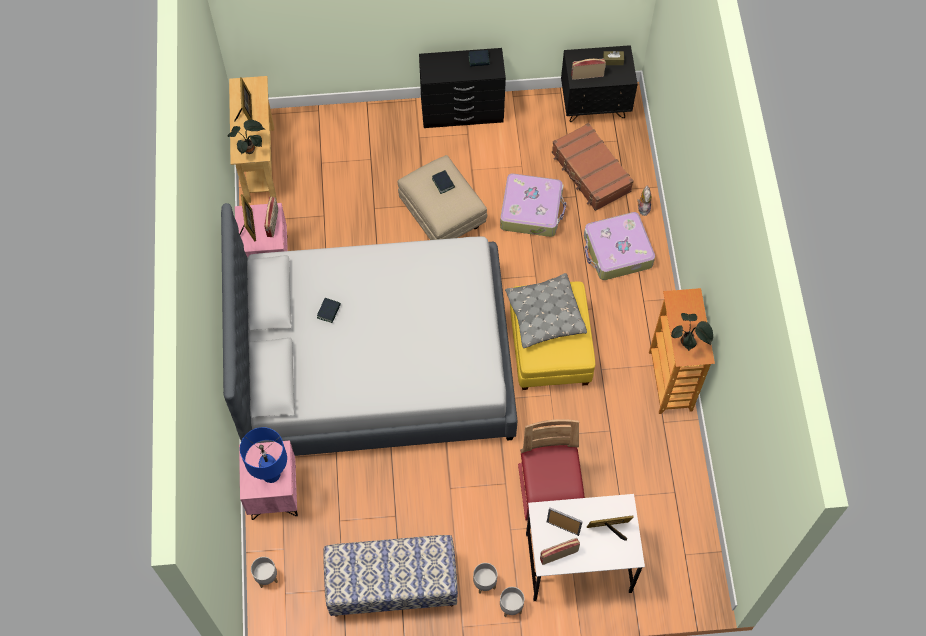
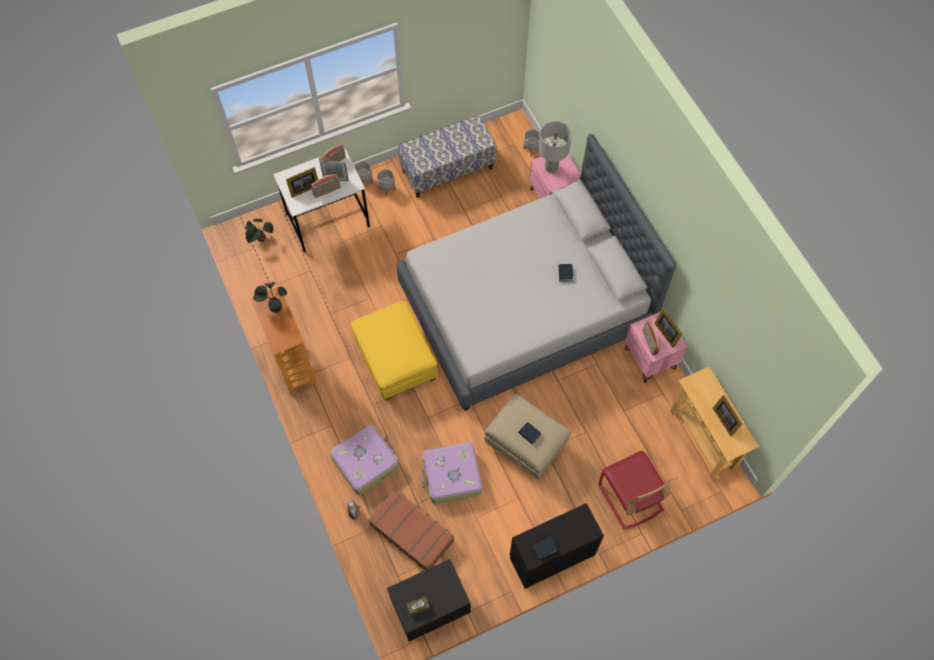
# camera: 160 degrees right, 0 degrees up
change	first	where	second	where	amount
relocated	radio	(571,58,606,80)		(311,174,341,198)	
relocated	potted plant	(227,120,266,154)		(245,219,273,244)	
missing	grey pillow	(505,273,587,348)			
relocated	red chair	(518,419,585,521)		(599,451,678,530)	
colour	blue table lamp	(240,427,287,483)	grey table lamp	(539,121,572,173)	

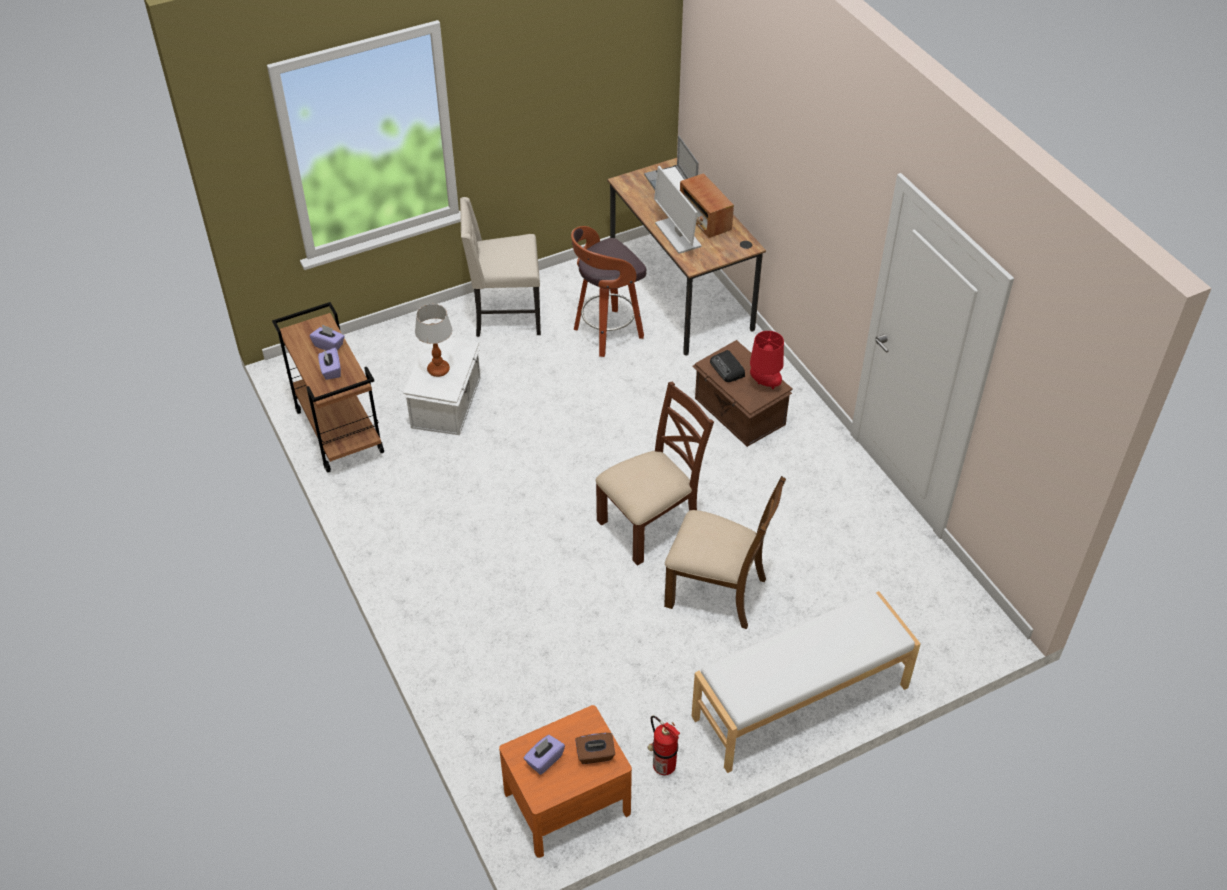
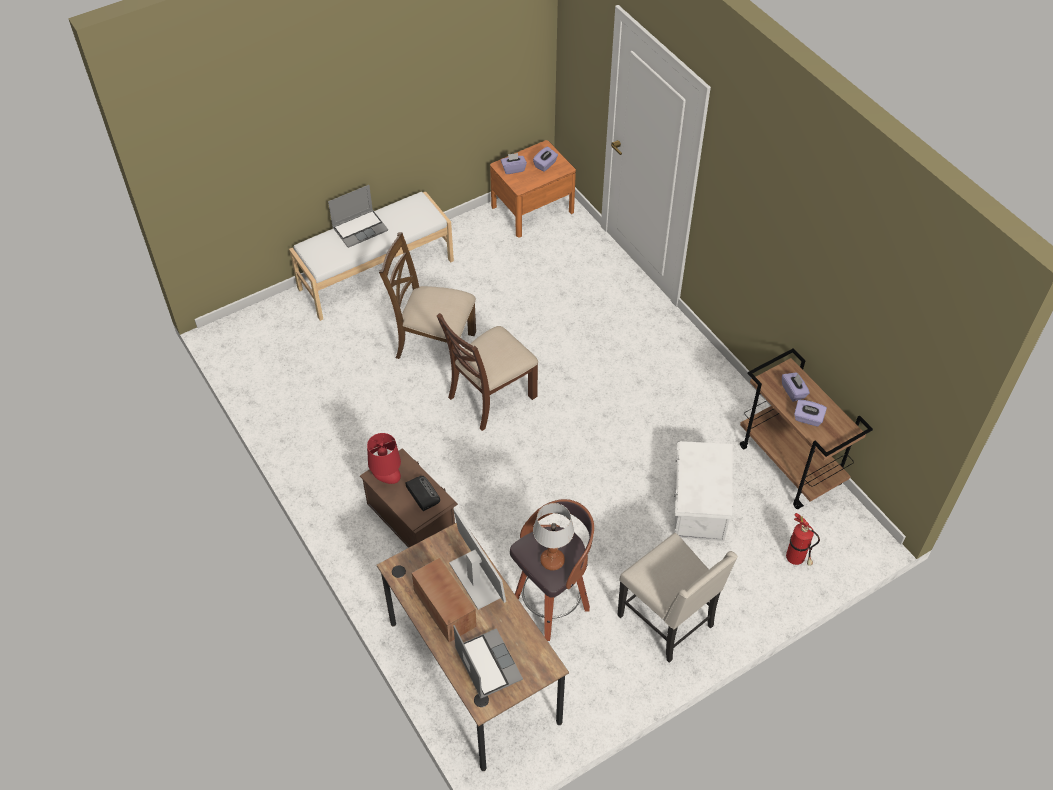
# camera: 175 degrees right, 5 degrees up
change	first	where	second	where	amount
spun	beige chair	(460,197,541,337)		(617,533,738,663)	60 degrees clockwise
relocated	table lamp	(415,304,453,377)		(533,503,574,570)	
relocated	fire extinguisher	(648,716,680,775)		(786,513,820,566)	
colour	brown tissue box	(575,733,615,764)	purple tissue box	(501,153,527,174)	
appeared			laptop	(328,185,388,248)	

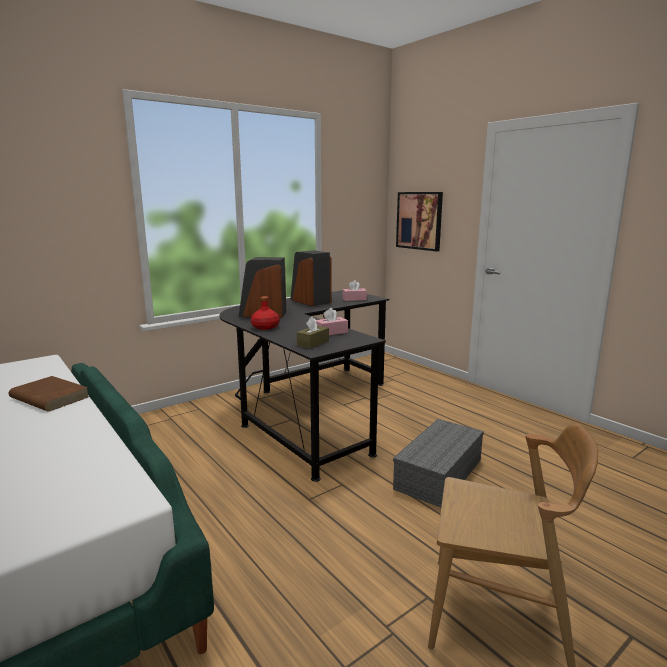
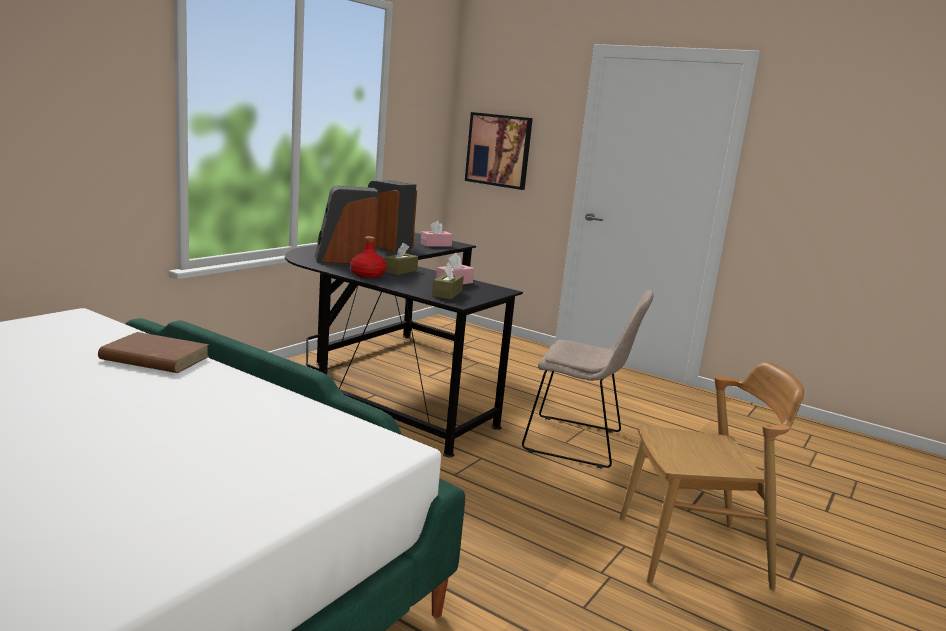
# camera: 20 degrees left, 0 degrees up
change	first	where	second	where	amount
exchanged	grey storage box	(393,419,484,507)	beige chair	(522,290,653,469)	
appeared			brown tissue box	(384,243,418,275)	

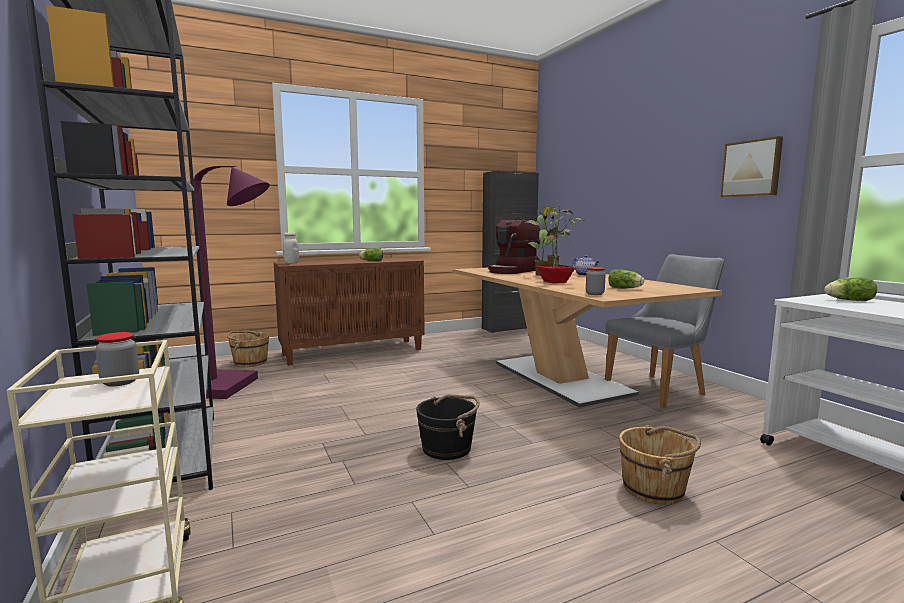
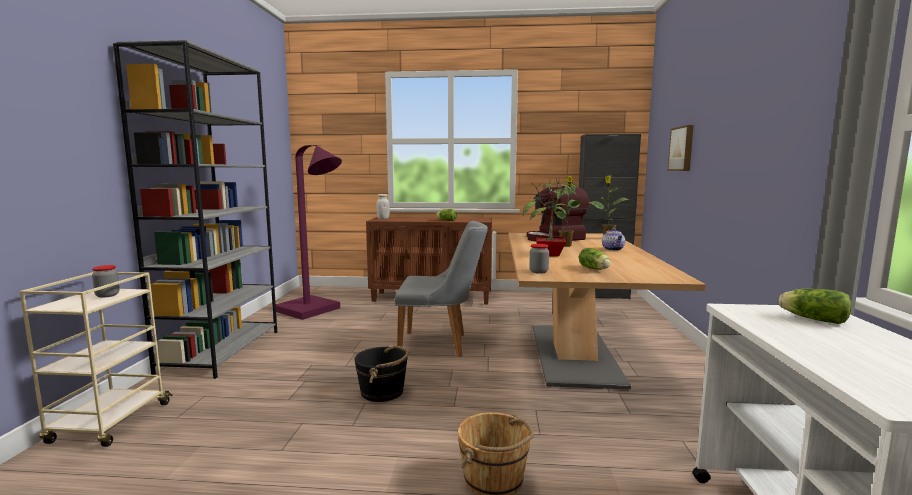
# camera: 30 degrees right, 0 degrees up
change	first	where	second	where	amount
relocated	picture	(721,136,783,197)		(668,125,694,171)	
relocated	grey chair	(605,254,724,408)		(395,221,488,357)	
missing	brown bucket	(227,331,269,367)			

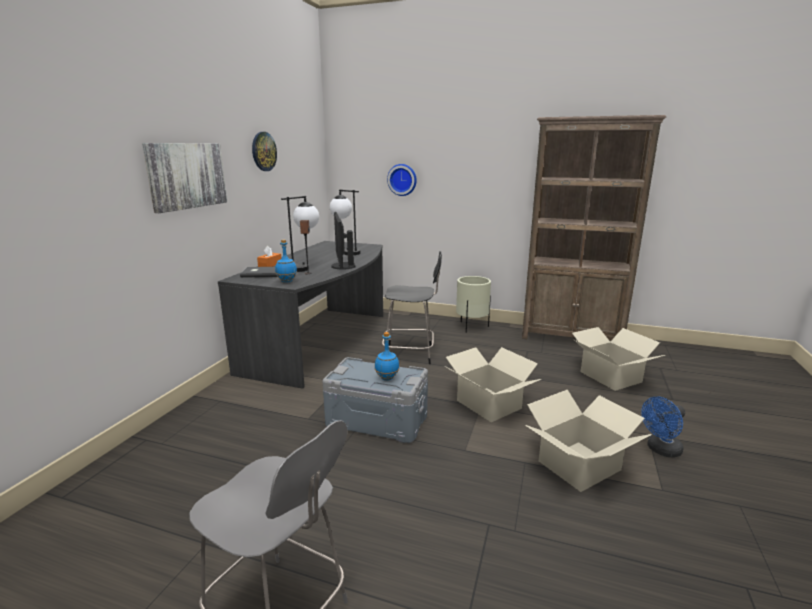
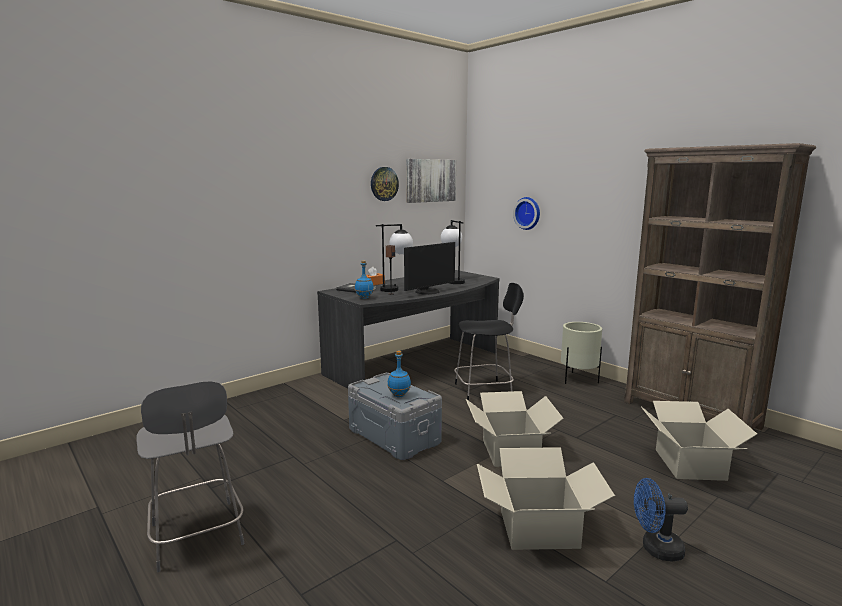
# camera: 30 degrees right, 5 degrees down
change	first	where	second	where	amount
relocated	picture	(142,143,227,213)		(406,159,456,203)	
spun	monitor	(331,212,355,270)		(404,242,455,295)	150 degrees counterclockwise
spun	black chair	(382,251,442,364)		(454,283,524,401)	45 degrees counterclockwise

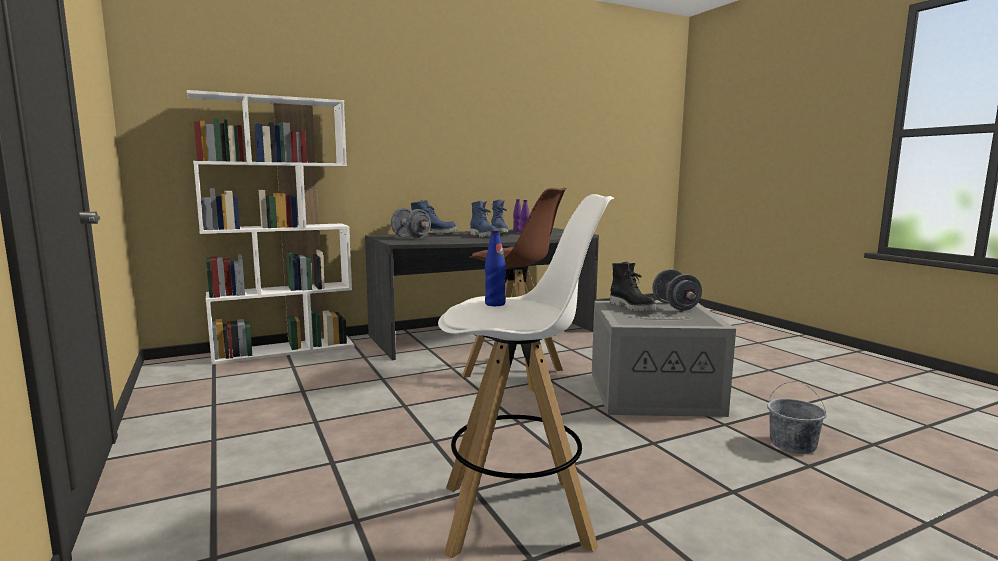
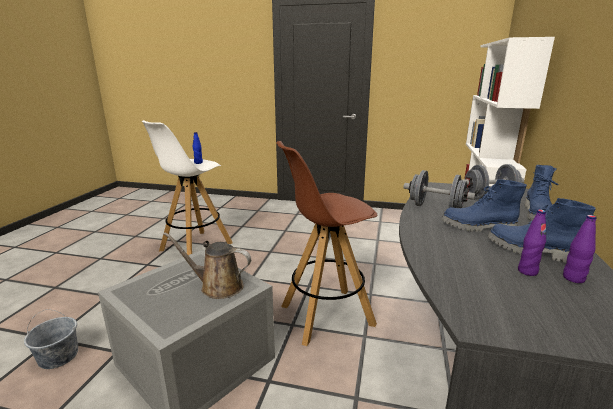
# camera: 130 degrees right, 10 degrees up
change	first	where	second	where	amount
exchanged	black boot	(610,262,656,312)	brown watering can	(164,232,251,299)	
relocated	grey dumbbell	(652,269,702,311)		(403,170,475,208)	

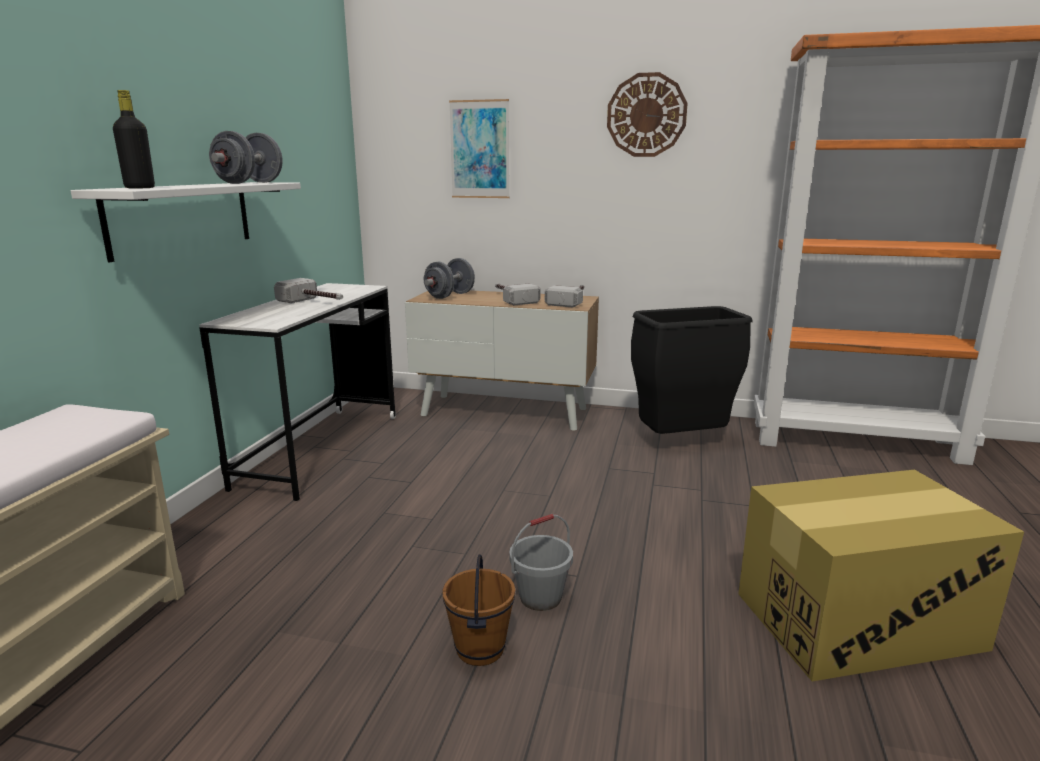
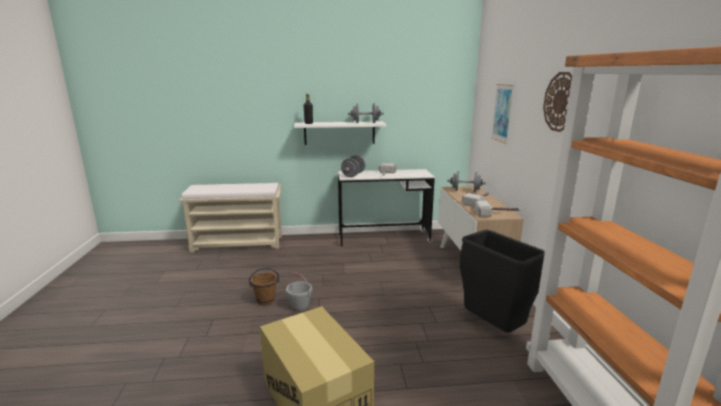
# camera: 70 degrees right, 0 degrees up
change	first	where	second	where	amount
appeared			grey dumbbell	(341,155,365,177)	

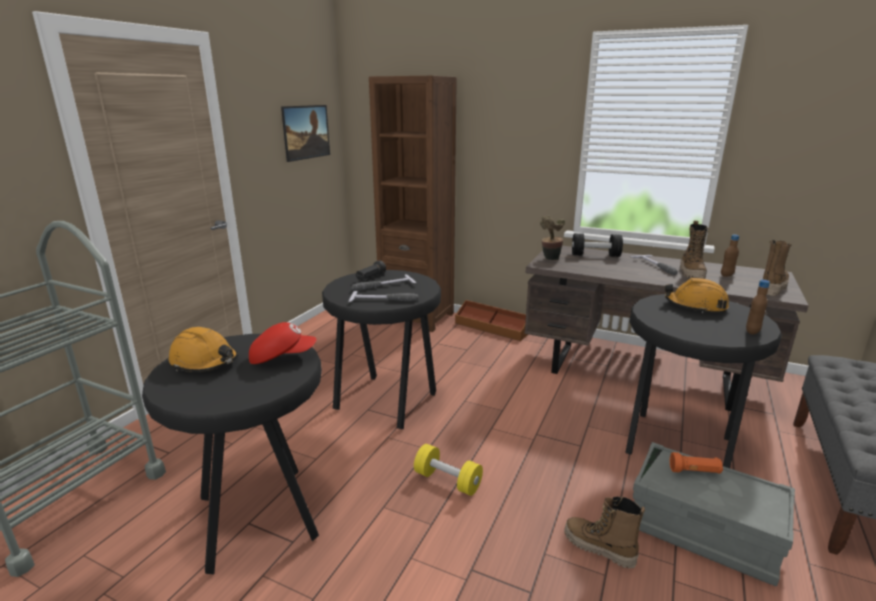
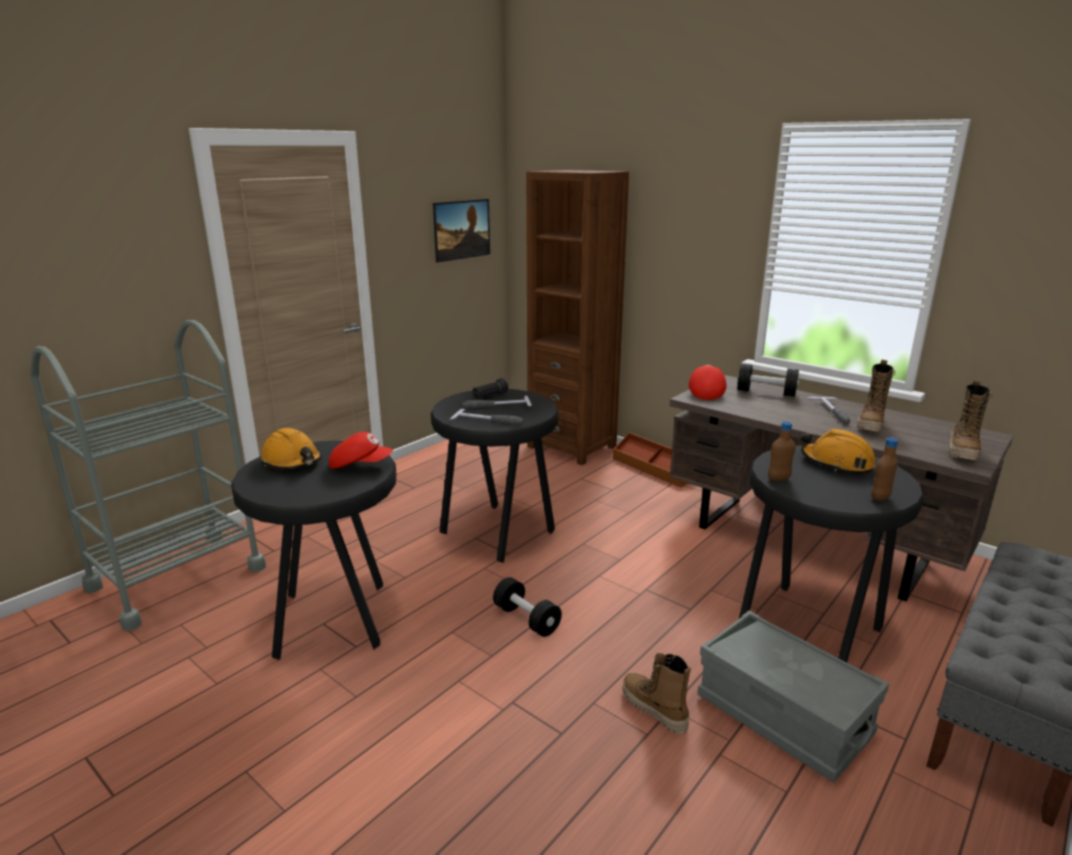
# camera: 15 degrees right, 0 degrees up
change	first	where	second	where	amount
exchanged	potted plant	(540,215,565,260)	red cap	(689,365,727,400)	
relocated	brown bottle	(721,235,739,277)		(768,421,796,481)	
spun	boot	(763,240,792,296)		(949,380,993,461)	150 degrees clockwise
colour	yellow dumbbell	(414,444,483,496)	black dumbbell	(493,577,562,637)	
missing	orange flashlight	(670,452,723,474)			

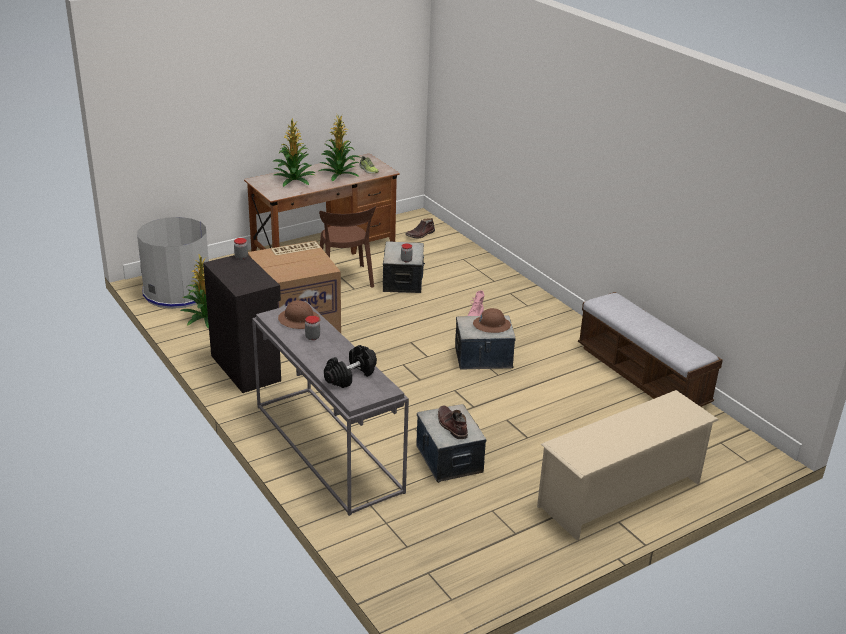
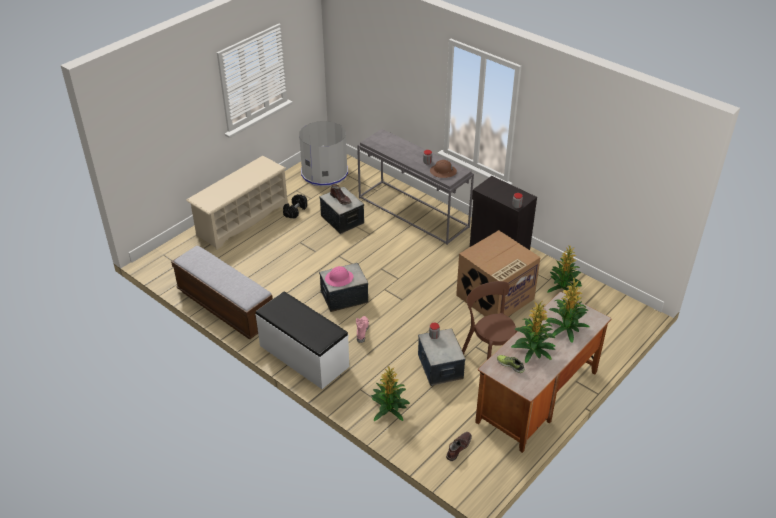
# camera: 165 degrees right, 10 degrees up
change	first	where	second	where	amount
relocated	grey trash can	(137,217,209,309)		(299,121,348,187)	
colour	brown hard hat	(473,308,511,333)	pink hard hat	(325,266,353,287)	
relocated	black dumbbell	(324,345,377,388)		(283,194,307,219)	
appeared			white bench	(256,292,349,389)	
appeared			potted plant	(371,365,410,421)	

